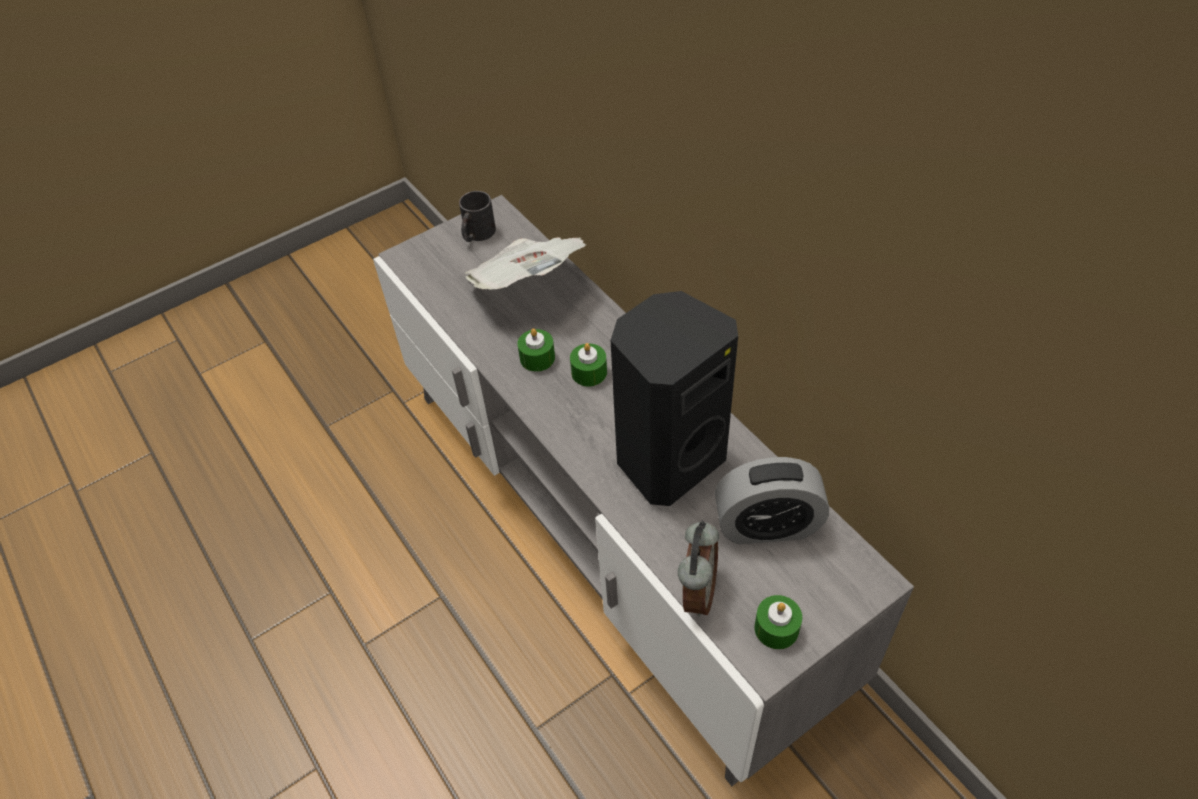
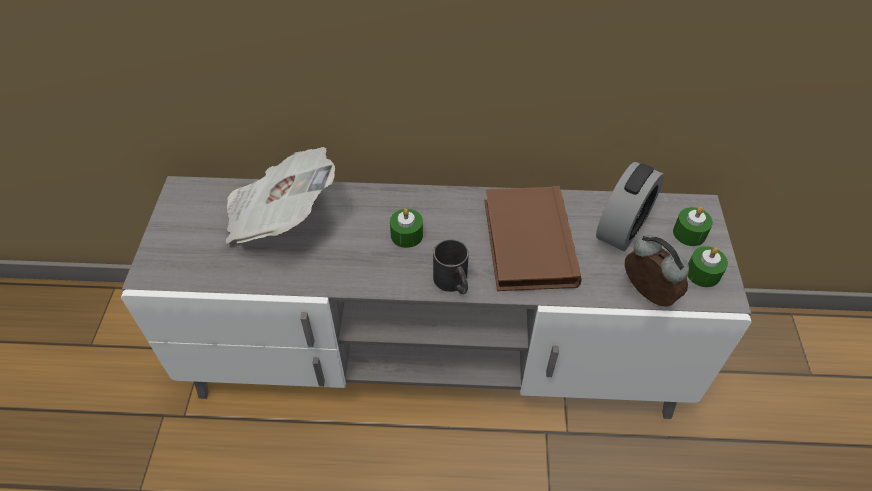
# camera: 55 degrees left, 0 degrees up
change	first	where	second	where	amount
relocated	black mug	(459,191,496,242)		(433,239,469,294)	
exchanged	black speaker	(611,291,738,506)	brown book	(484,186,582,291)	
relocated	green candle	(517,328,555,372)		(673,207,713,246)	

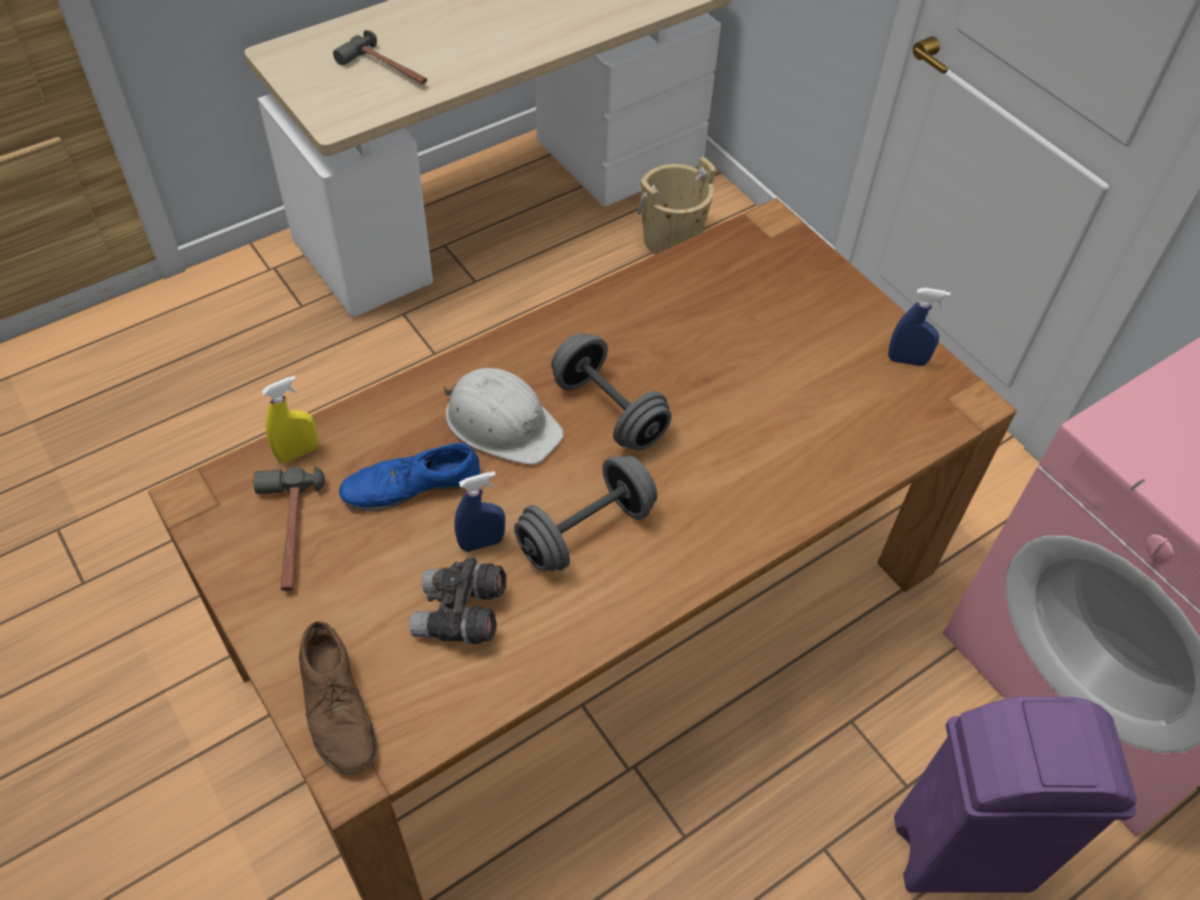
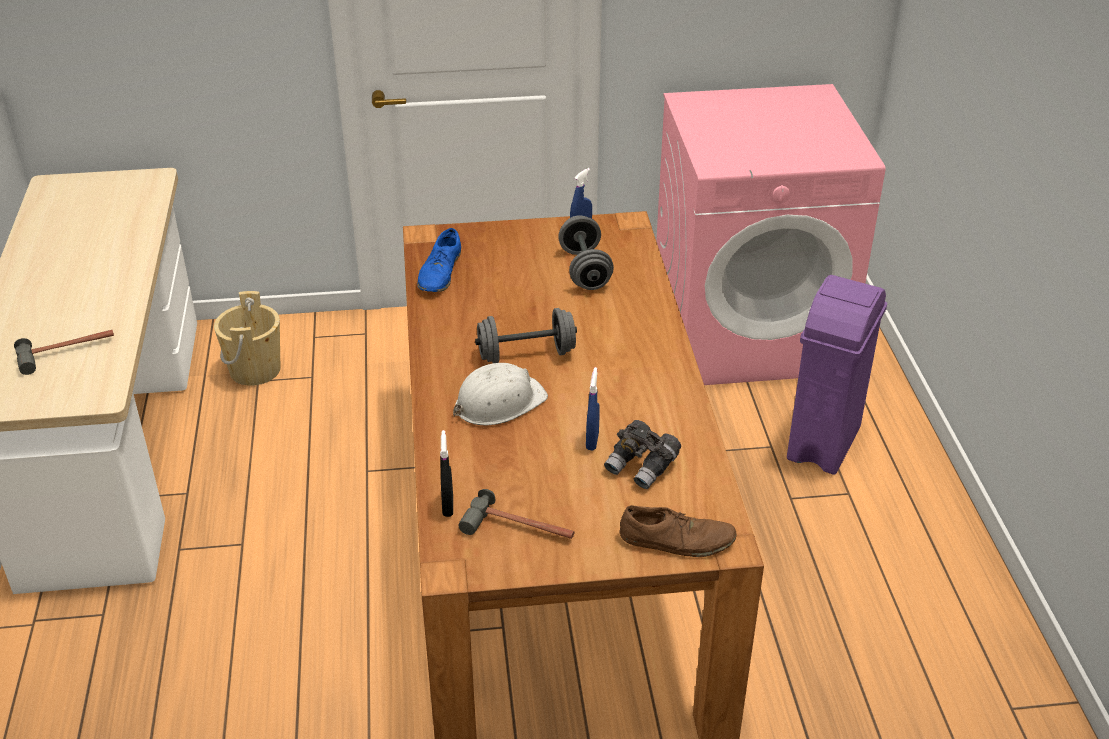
# camera: 60 degrees left, 15 degrees down
change	first	where	second	where	amount
colour	yellow spray bottle	(262,376,318,463)	black spray bottle	(440,430,453,517)	
relocated	blue shoe	(339,443,480,511)		(417,228,461,292)	
relocated	grey dumbbell	(514,456,657,572)		(558,215,614,290)	

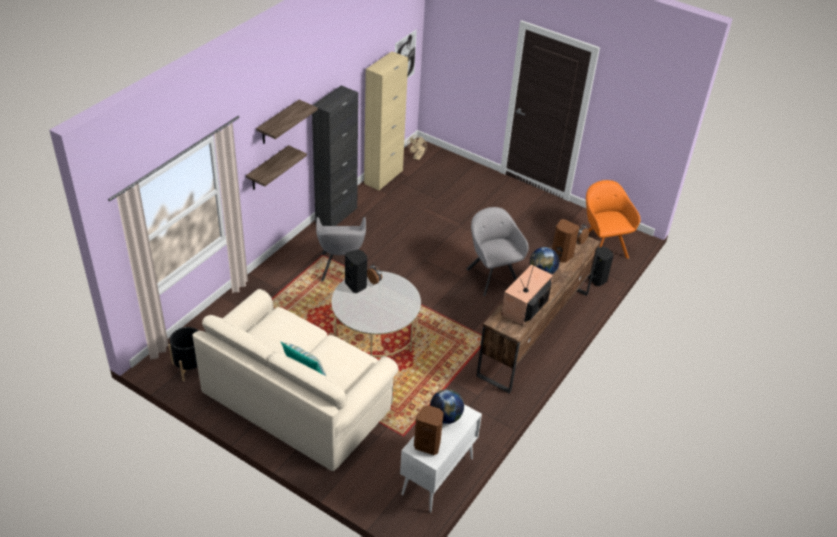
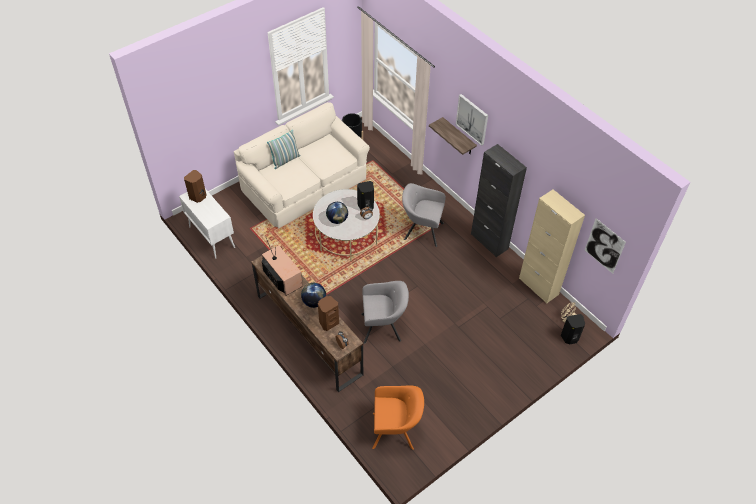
# camera: 110 degrees right, 10 degrees up
change	first	where	second	where	amount
exchanged	shelf	(256,100,318,144)	picture	(456,94,488,146)	
relocated	black speaker	(588,247,614,286)		(561,314,585,344)	
relocated	globe	(430,389,464,424)		(326,202,348,224)	

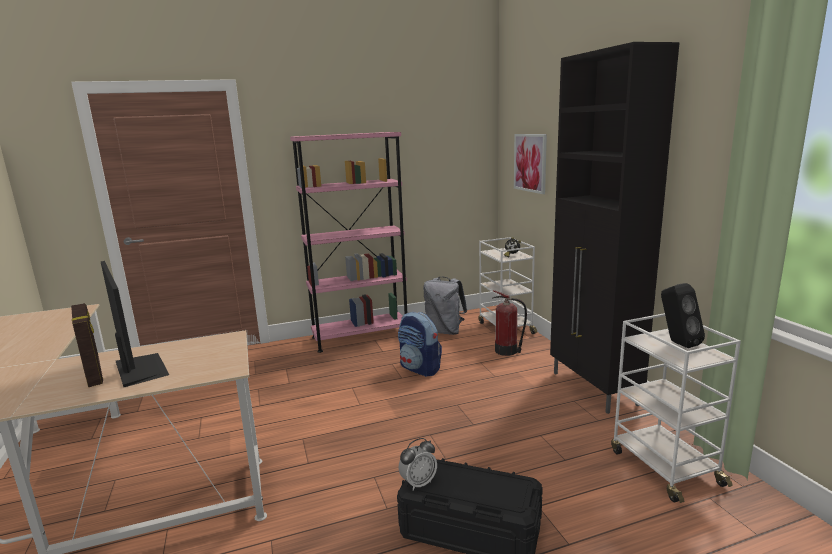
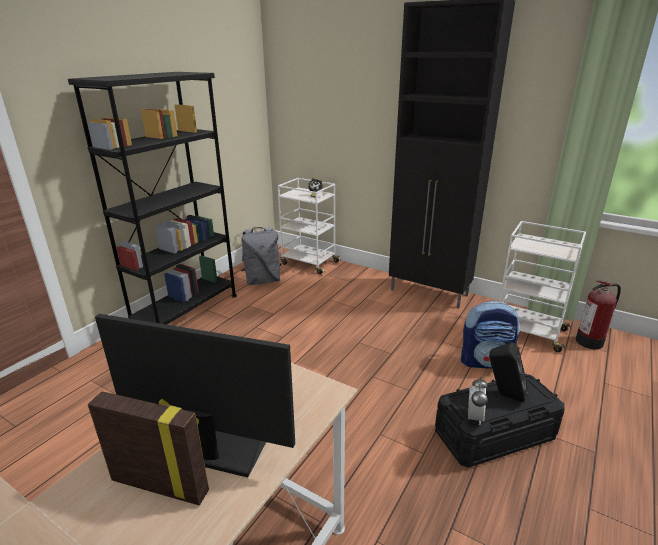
# camera: 40 degrees left, 10 degrees up
change	first	where	second	where	amount
colour	pink bookcase	(290,132,407,353)	black bookcase	(68,72,237,325)	
missing	picture	(514,134,547,194)			
relocated	black speaker	(661,283,705,348)		(489,342,528,403)	
relocated	fire extinguisher	(492,290,527,356)		(576,280,621,349)	
relocated	backpack	(398,312,442,377)		(461,300,520,369)	

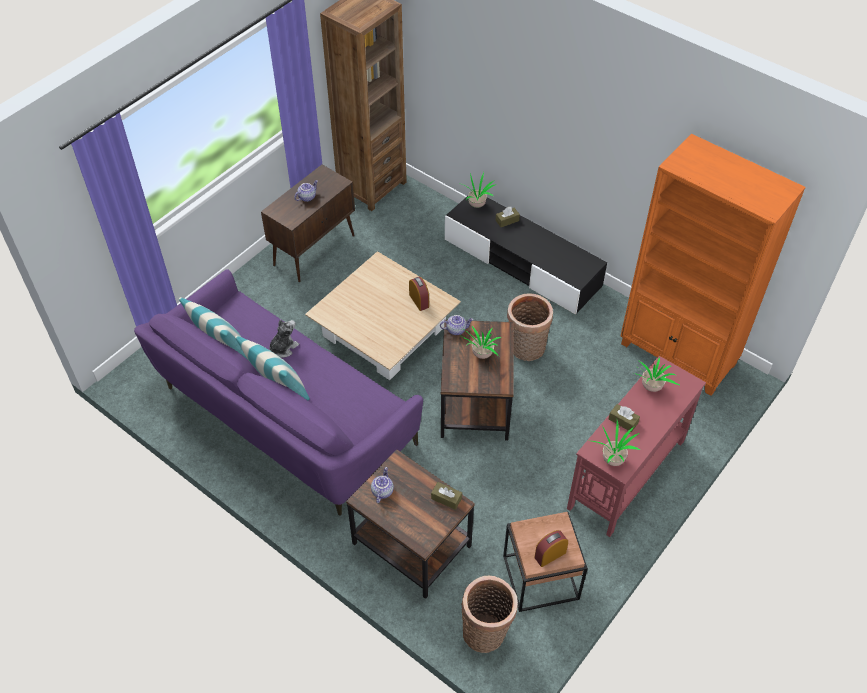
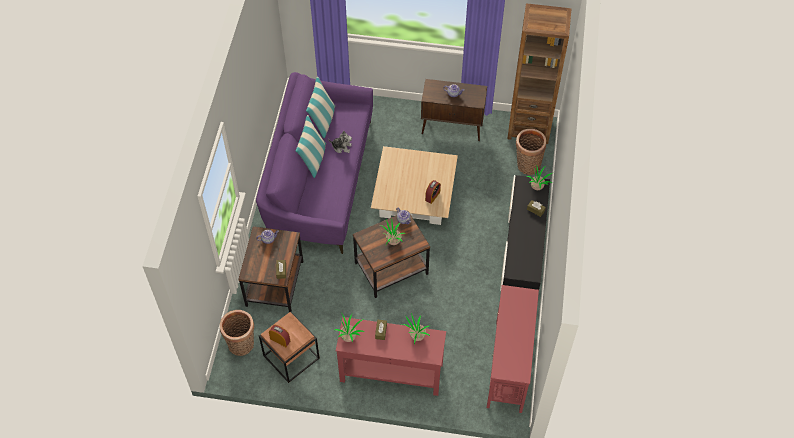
# camera: 60 degrees right, 5 degrees up
change	first	where	second	where	amount
exchanged	orange bookcase	(621,134,806,396)	red console table	(487,285,539,413)	
relocated	basket	(507,293,553,361)		(516,129,546,175)	

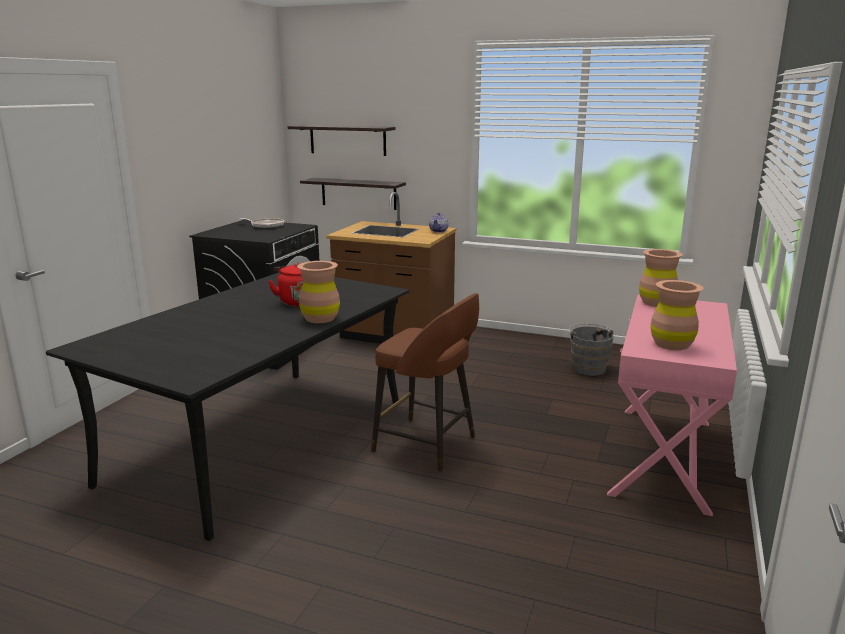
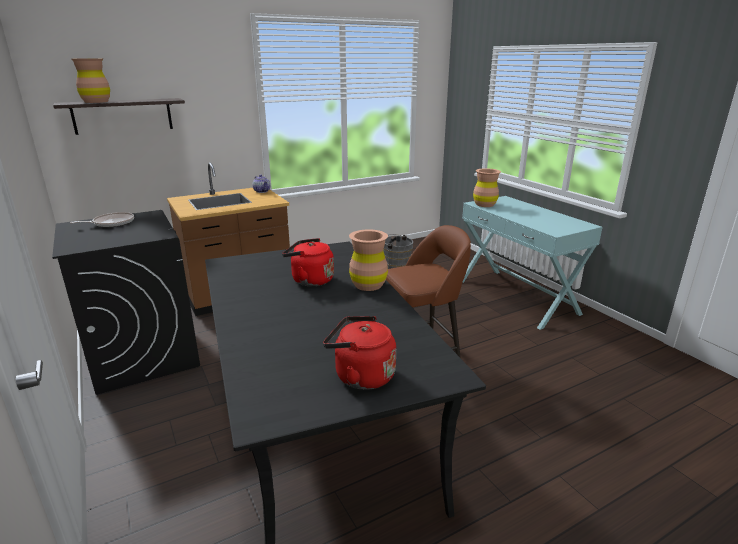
# camera: 50 degrees left, 5 degrees up
change	first	where	second	where	amount
missing	shelf	(300,178,406,210)			
relocated	brown vase	(650,280,703,350)		(71,59,110,103)	
colour	pink console table	(607,295,737,516)	turquoise console table	(462,196,603,330)	
appeared			red kettle	(323,316,396,390)	

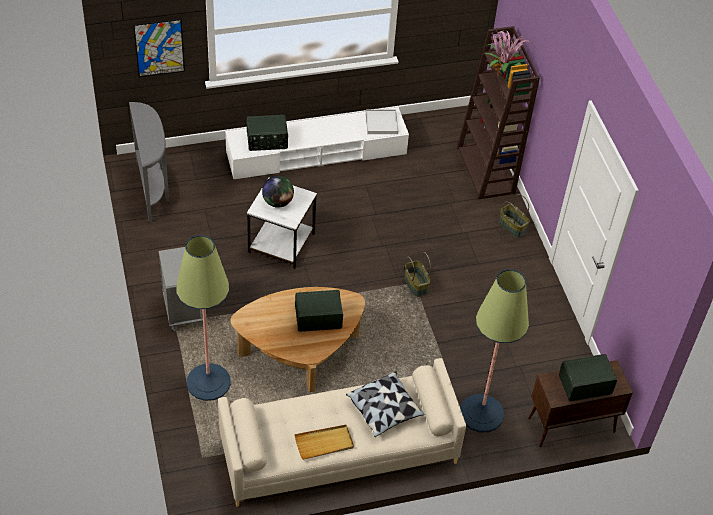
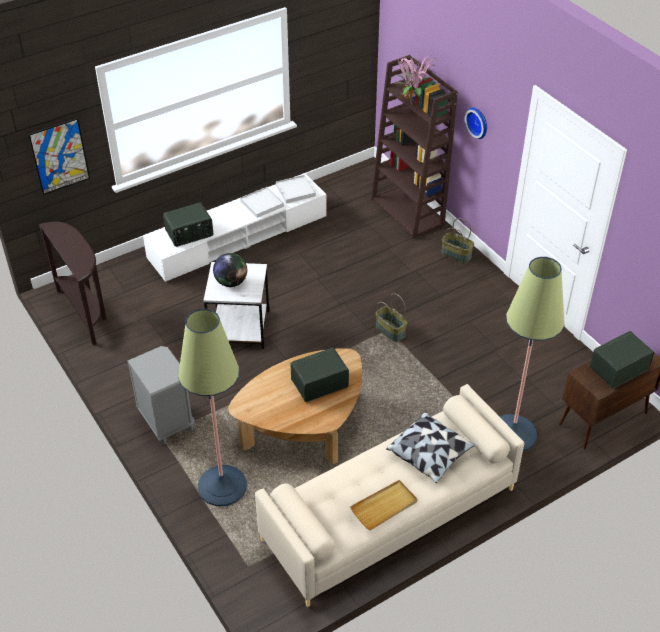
# camera: 15 degrees left, 5 degrees down
change	first	where	second	where	amount
colour	grey console table	(129,102,169,222)	brown console table	(39,222,106,345)	
appeared			wall clock	(465,107,487,139)	
appeared			white tray	(240,187,284,218)	

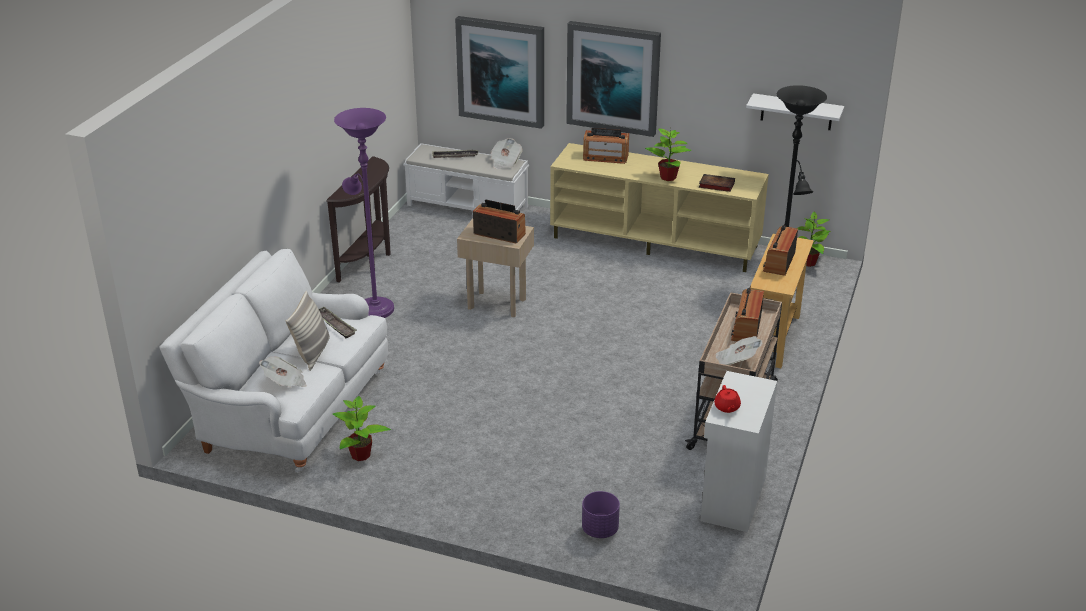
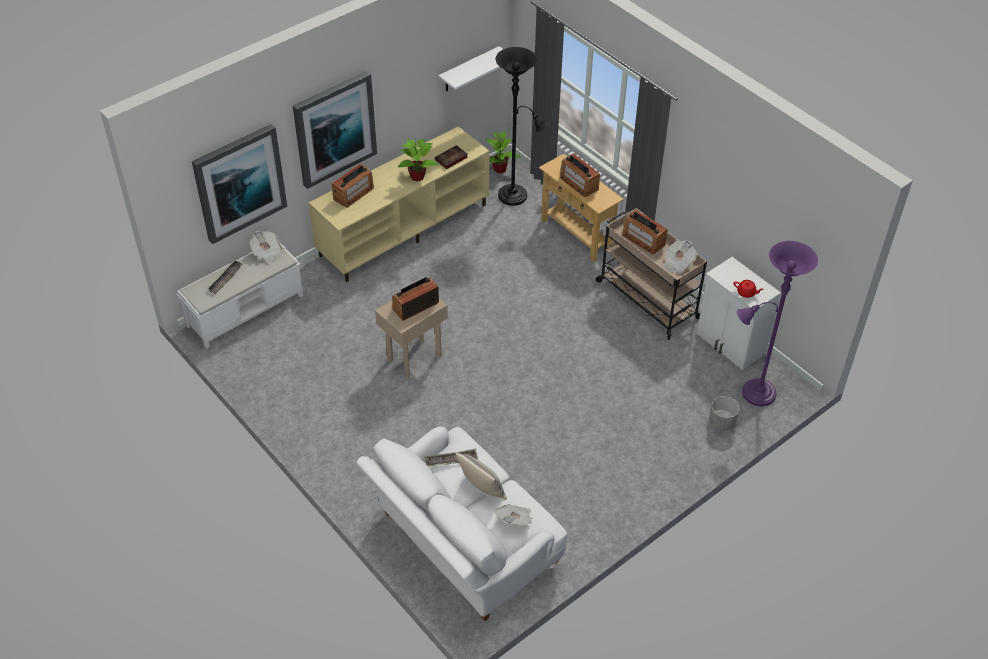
# camera: 60 degrees left, 15 degrees up
change	first	where	second	where	amount
relocated	purple floor lamp	(334,108,394,318)		(737,241,818,406)	
missing	brown console table	(326,156,391,283)			
missing	potted plant	(333,396,391,461)			
colour	purple planter	(582,491,620,538)	grey planter	(709,396,739,431)	

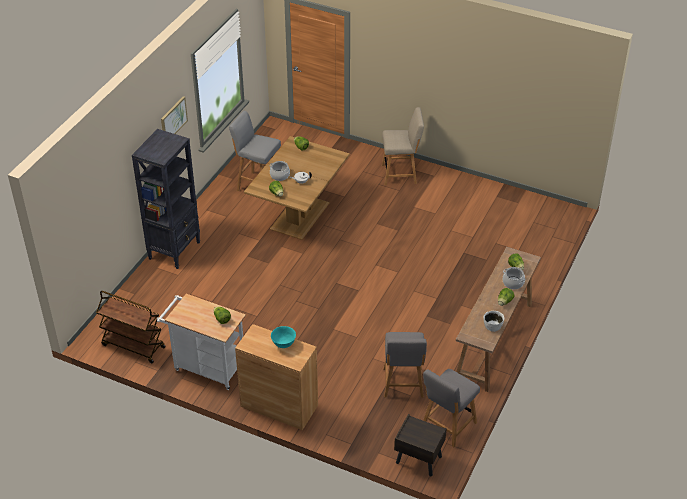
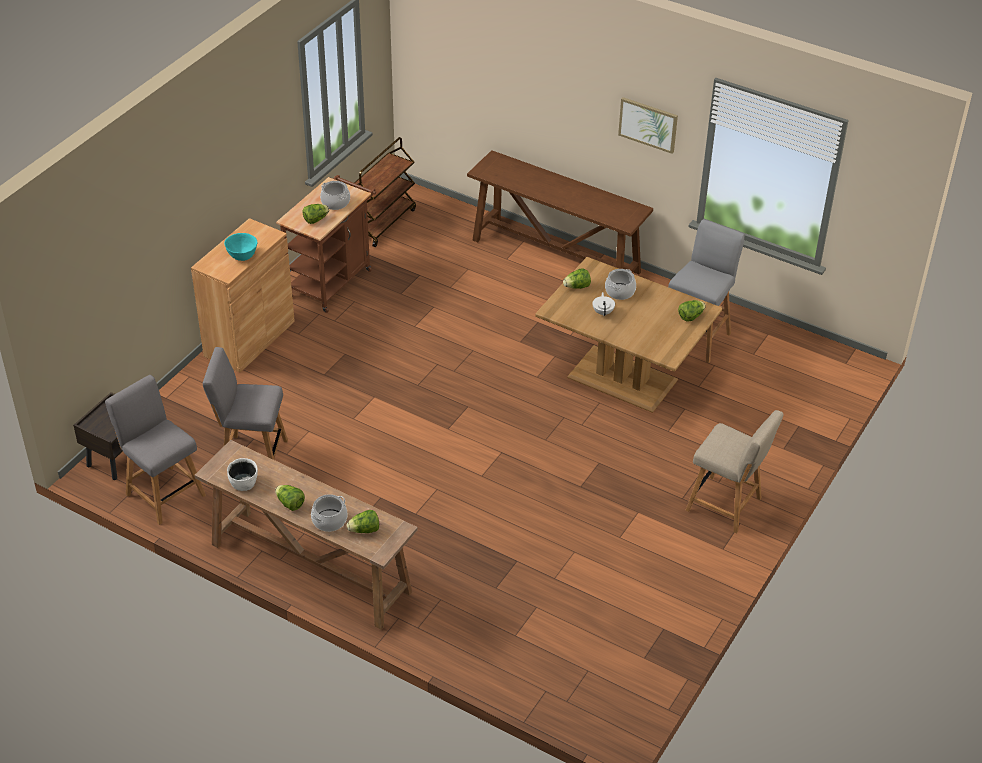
# camera: 95 degrees right, 0 degrees up
change	first	where	second	where	amount
spun	beige chair	(382,107,424,185)		(685,410,784,534)	60 degrees counterclockwise
exchanged	black bookcase	(132,129,200,269)	brown console table	(467,150,653,274)	
colour	white cart	(157,294,246,390)	brown cart	(276,175,376,313)	
appeared			cooking pot	(320,181,350,210)	

